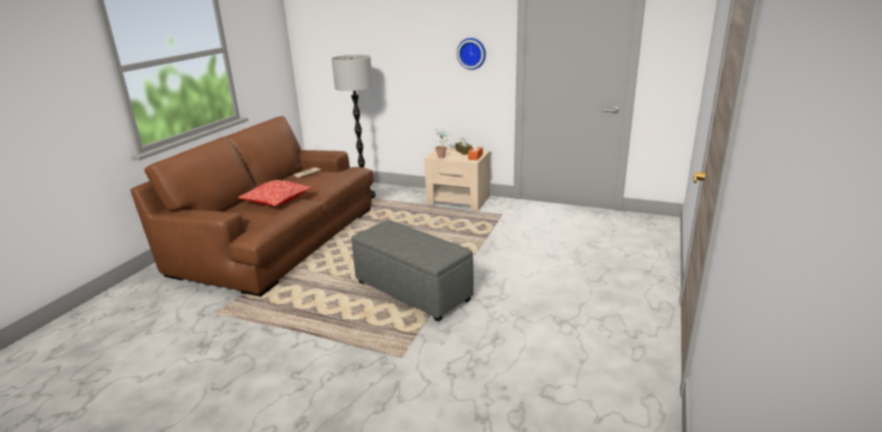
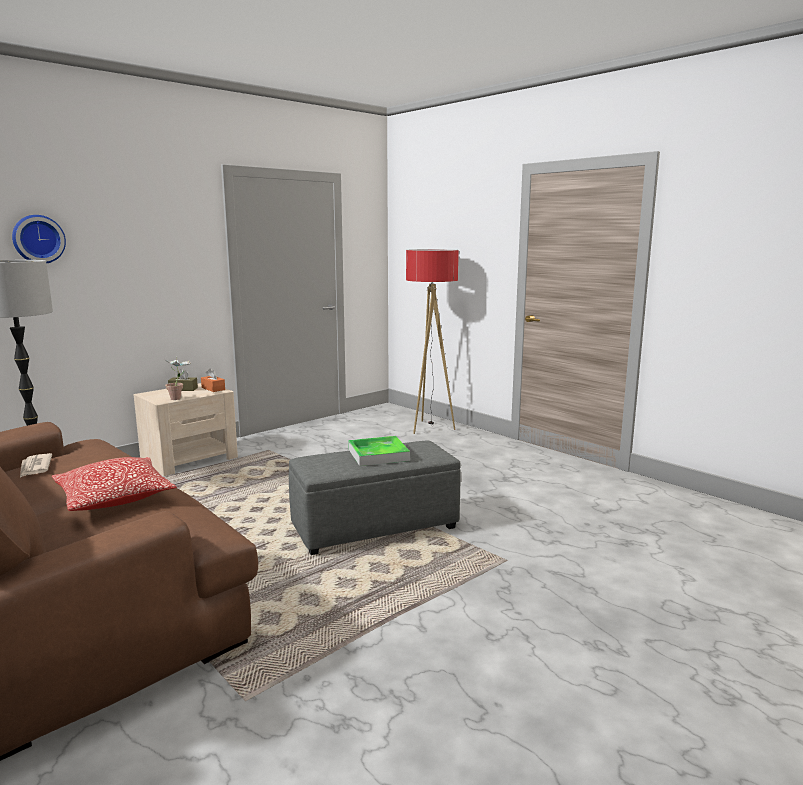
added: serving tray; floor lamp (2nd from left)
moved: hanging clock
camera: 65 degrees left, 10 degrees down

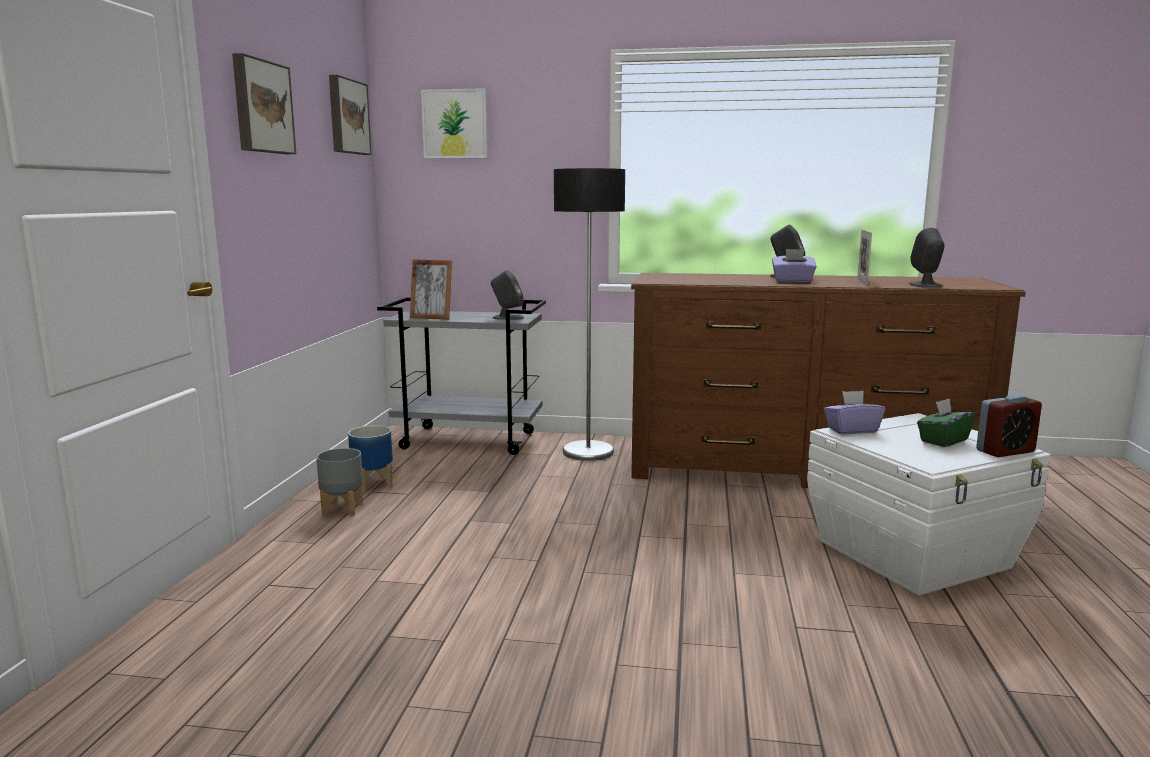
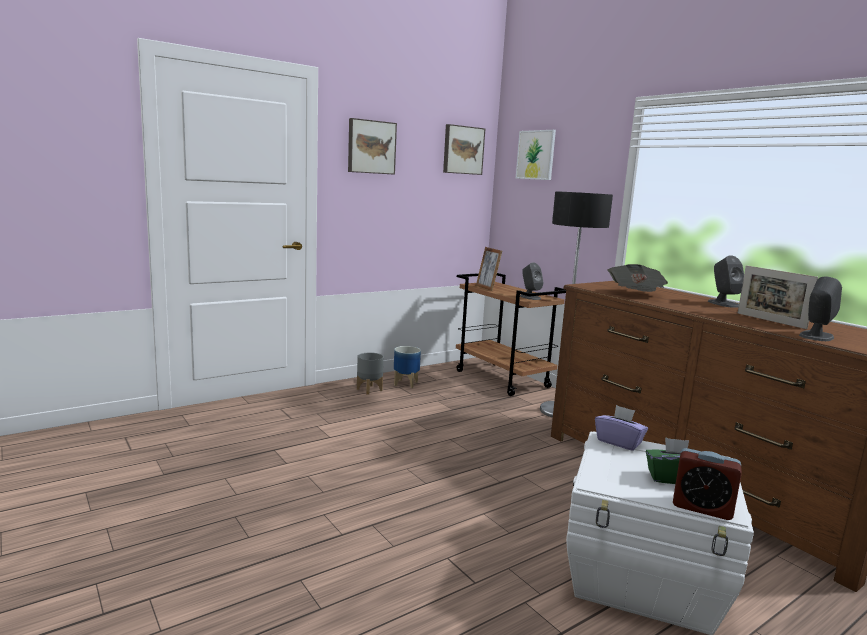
removed: box of tissues (purple-coloured) (1st from left)
added: daily paper
recoloured: trolley (grey) to trolley (brownish)
turned: picture frame (2nd from left) 90 degrees counterclockwise
camera: 45 degrees right, 0 degrees up

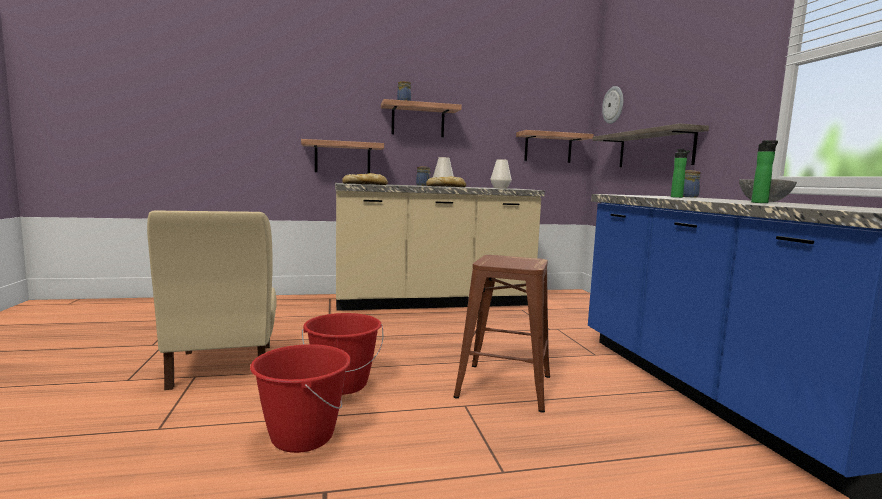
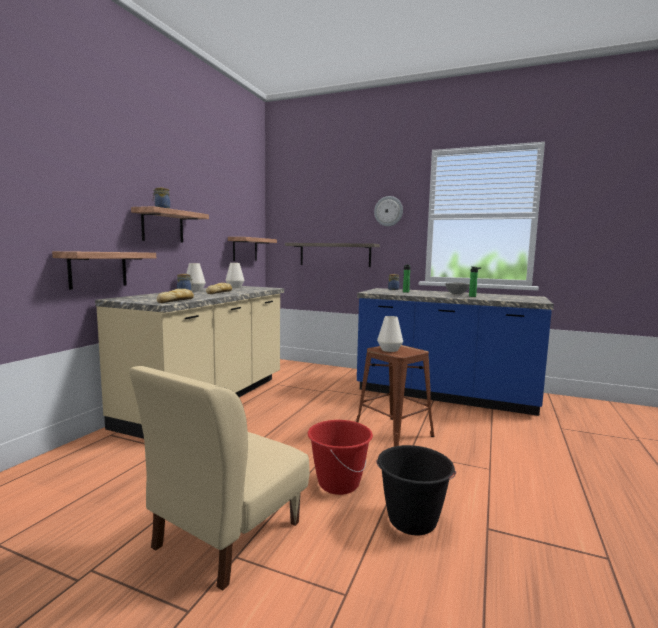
added: flower vase (whitish) (3rd from left)
moved: hanging clock
recoloured: pail (reddish) (1st from left) to pail (blackish)
turned: plain chair (beige) 105 degrees clockwise
camera: 55 degrees left, 0 degrees up

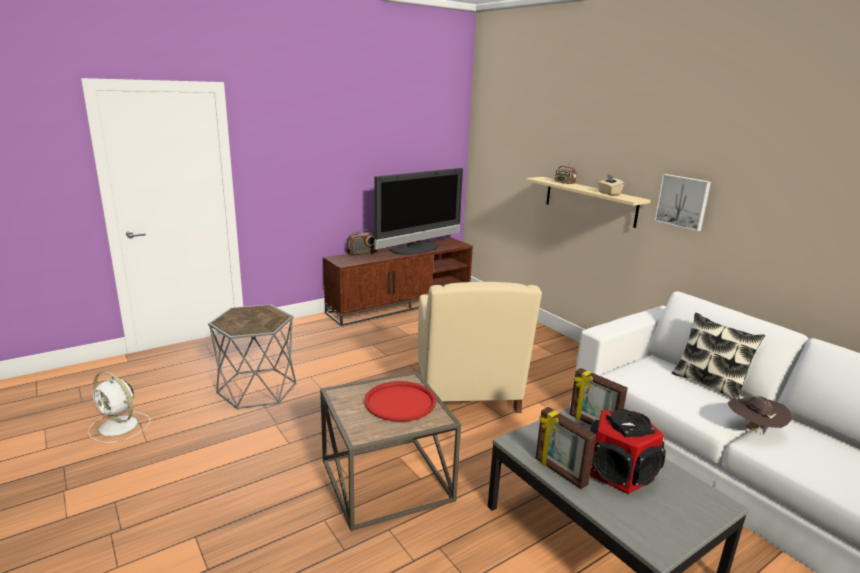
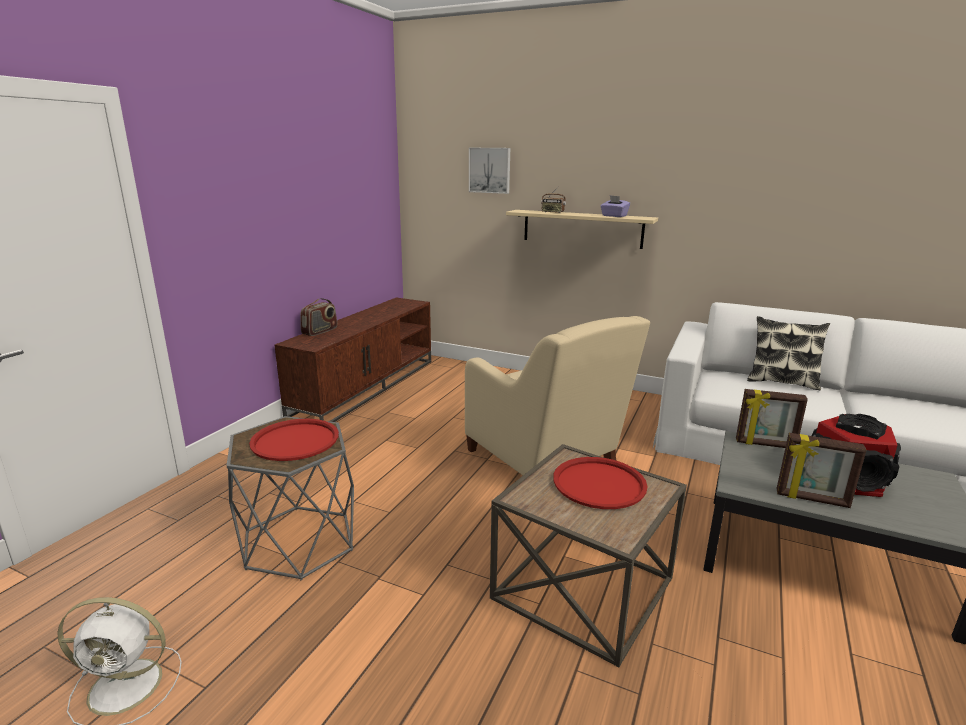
removed: television; clothing hat (brownish)
added: serving tray (reddish) (1st from left)
moved: wall picture
recoloured: box of tissues (beige) to box of tissues (purple-coloured)
camera: 30 degrees left, 0 degrees up

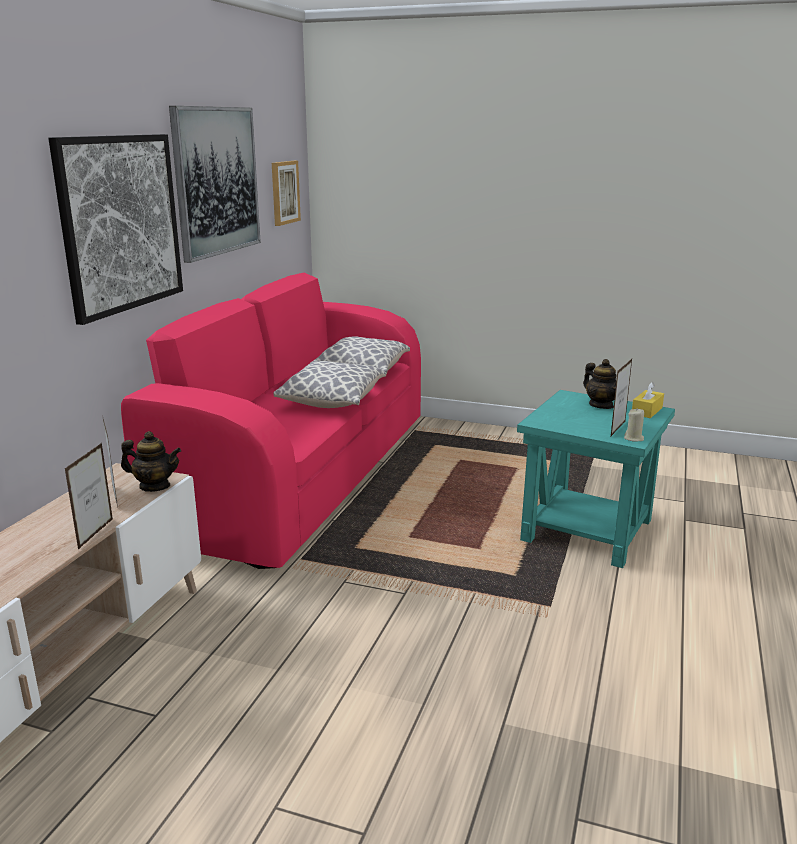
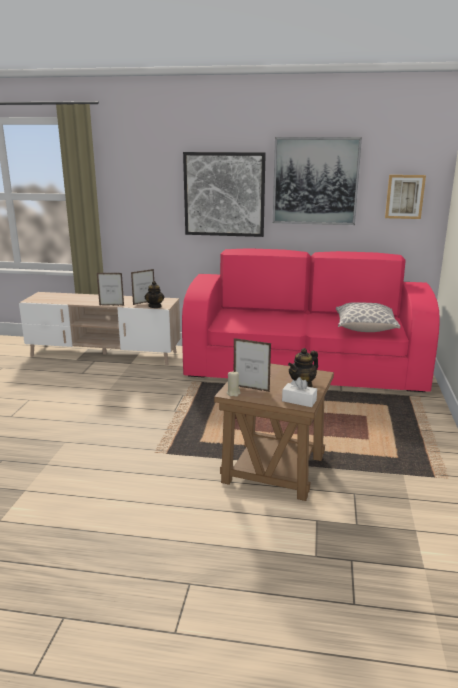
removed: throw pillow (1st from left)
recoloured: accent table (turquoise) to accent table (brownish); box of tissues (yellow-coloured) to box of tissues (whitish)
camera: 80 degrees right, 0 degrees up

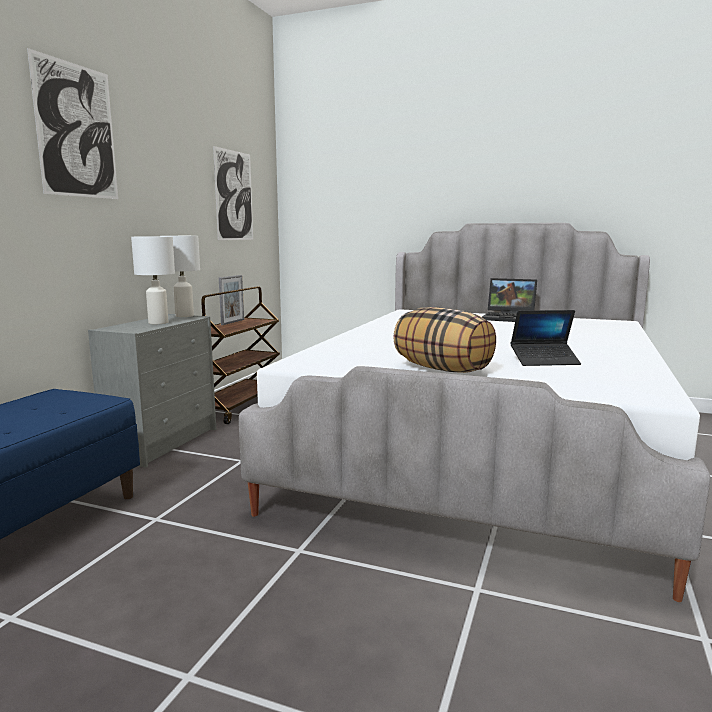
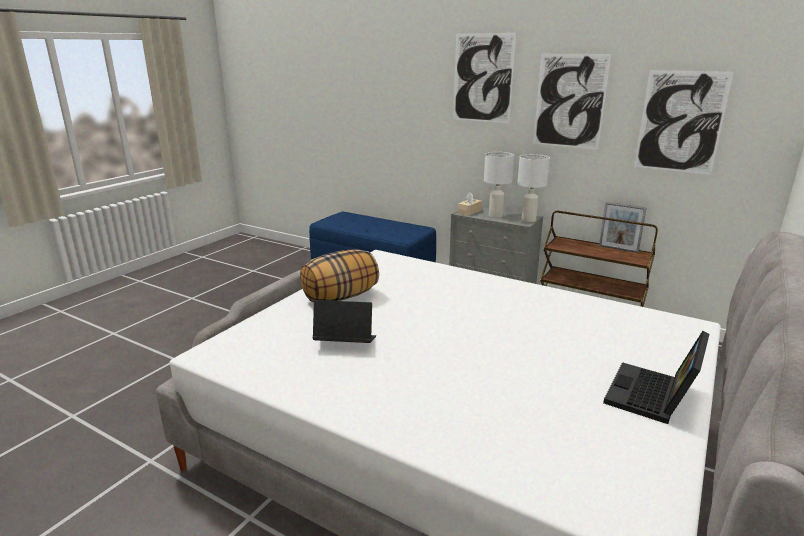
added: box of tissues (beige); wall picture (2nd from left)
turned: notebook computer (2nd from left in the first image) 90 degrees clockwise
camera: 100 degrees right, 10 degrees up

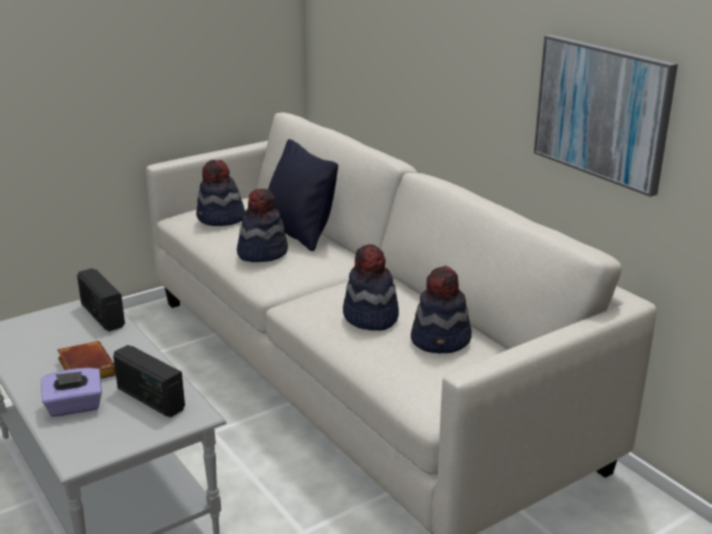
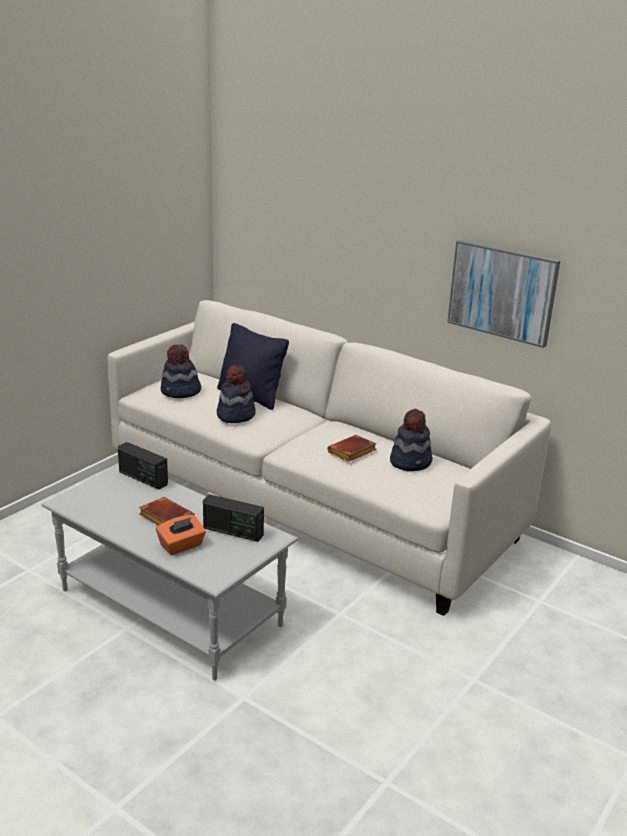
replaced: clothing hat (3rd from left) to book (brownish) (2nd from left)
recoloured: box of tissues (purple-coloured) to box of tissues (orange)
camera: 20 degrees left, 0 degrees up

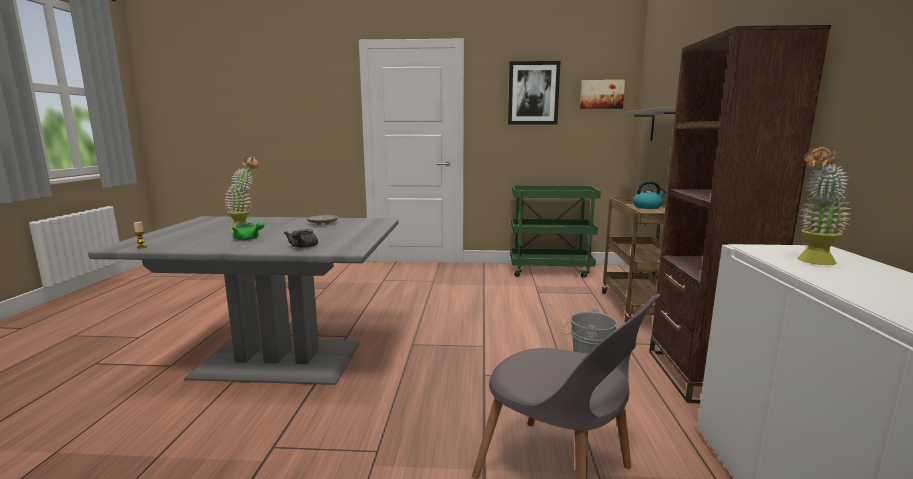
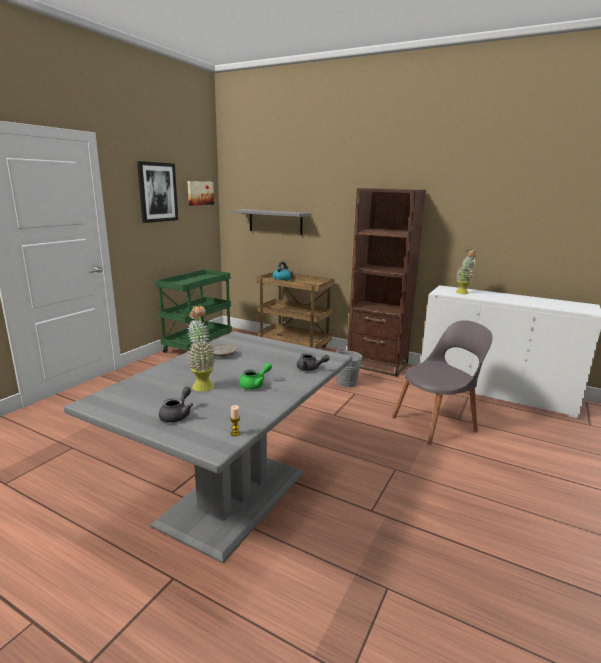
added: tea pot (grey) (1st from left)
camera: 65 degrees left, 5 degrees up

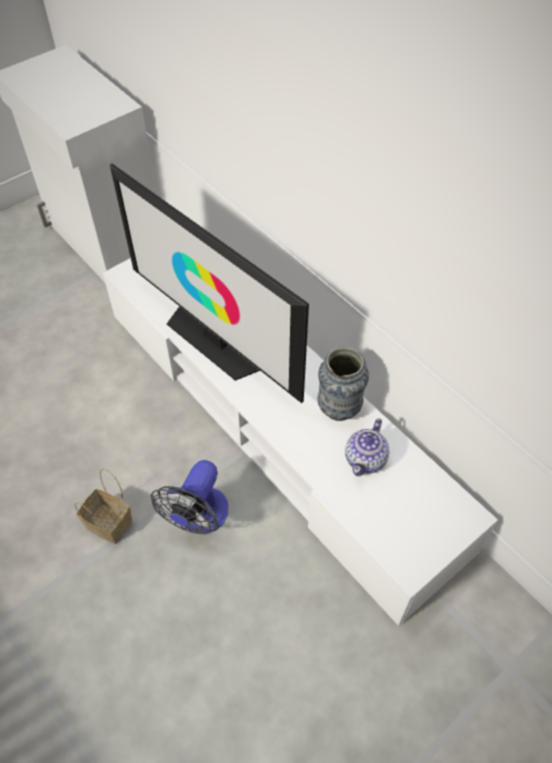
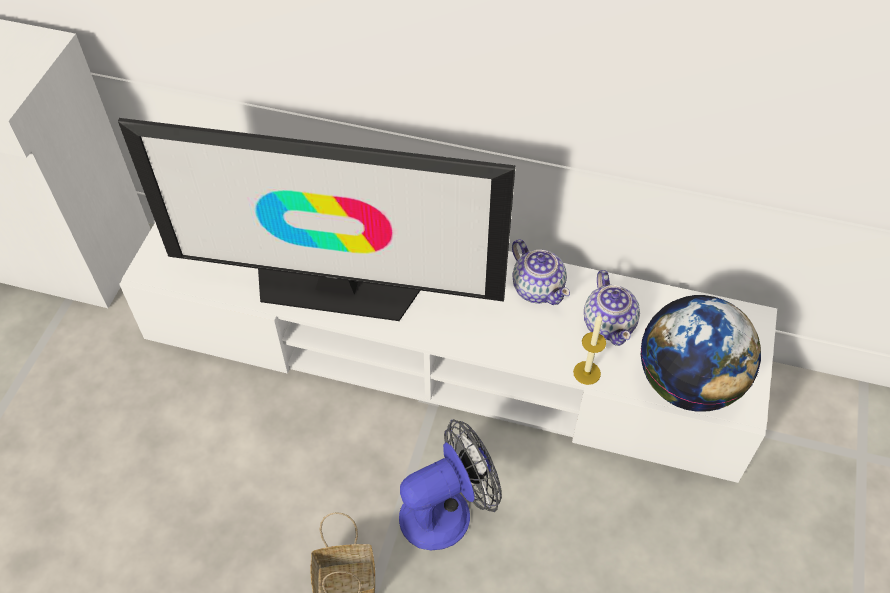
added: candle; world globe
replaced: flower vase to tea pot (1st from left)
turned: cooling fan 105 degrees counterclockwise
camera: 35 degrees left, 0 degrees up

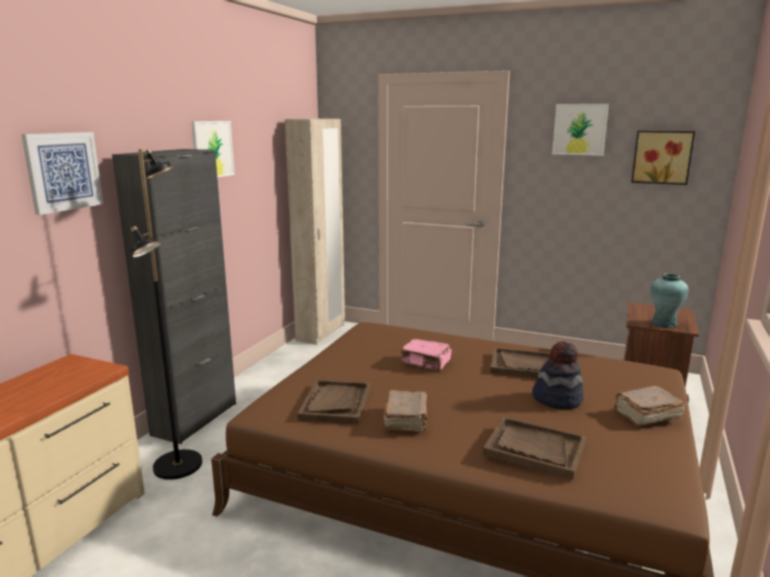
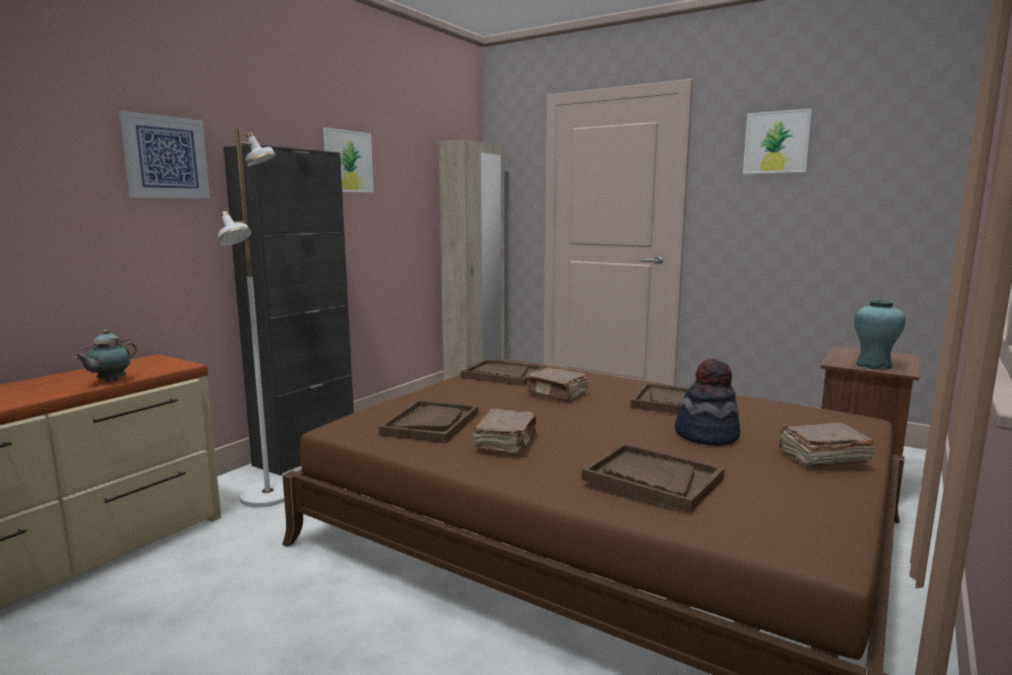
removed: wall picture (4th from left)
added: tea pot; serving tray (brownish) (2nd from left)
recoloured: floor lamp (blackish) to floor lamp (whitish); book (pink) to book (brownish) (2nd from left)
camera: 10 degrees right, 5 degrees down

